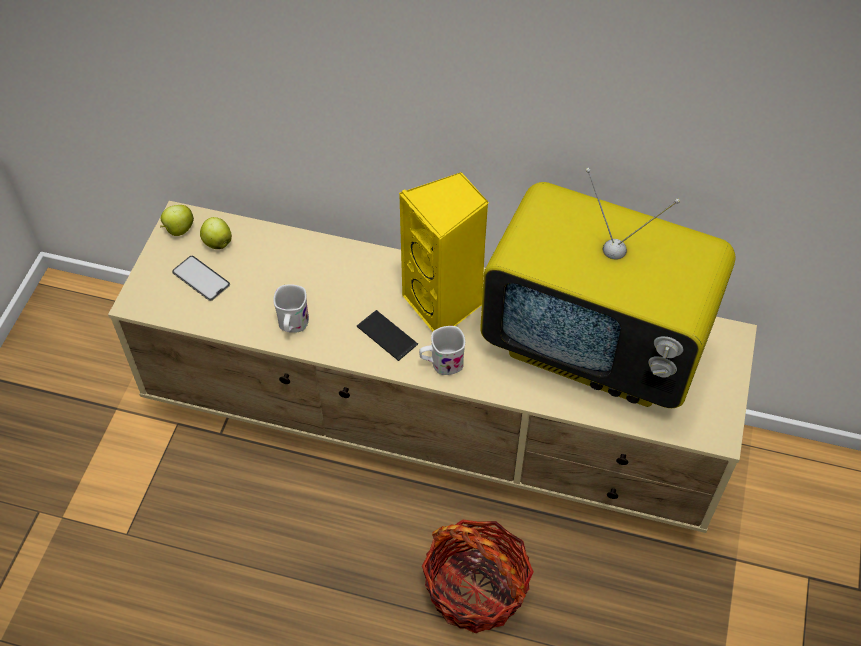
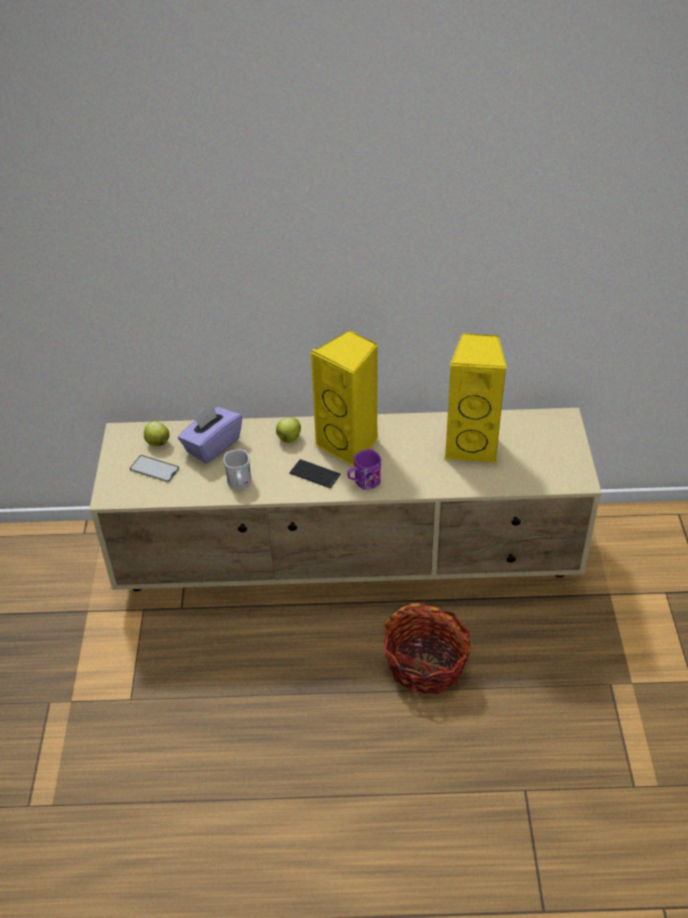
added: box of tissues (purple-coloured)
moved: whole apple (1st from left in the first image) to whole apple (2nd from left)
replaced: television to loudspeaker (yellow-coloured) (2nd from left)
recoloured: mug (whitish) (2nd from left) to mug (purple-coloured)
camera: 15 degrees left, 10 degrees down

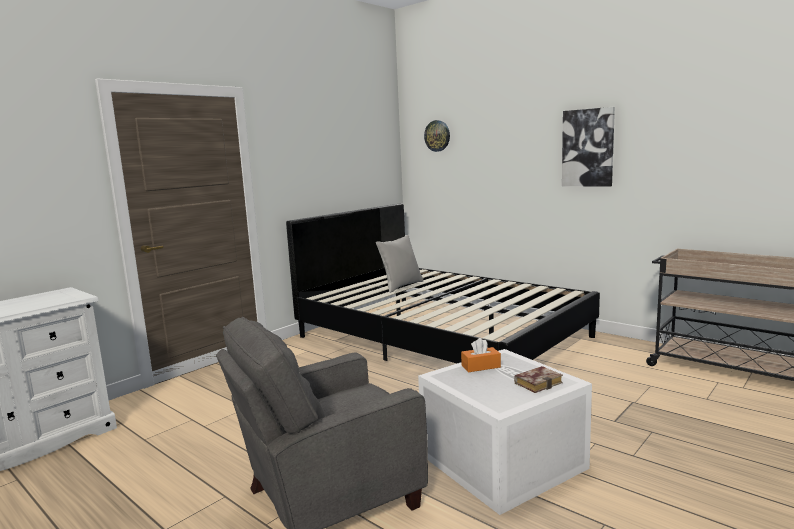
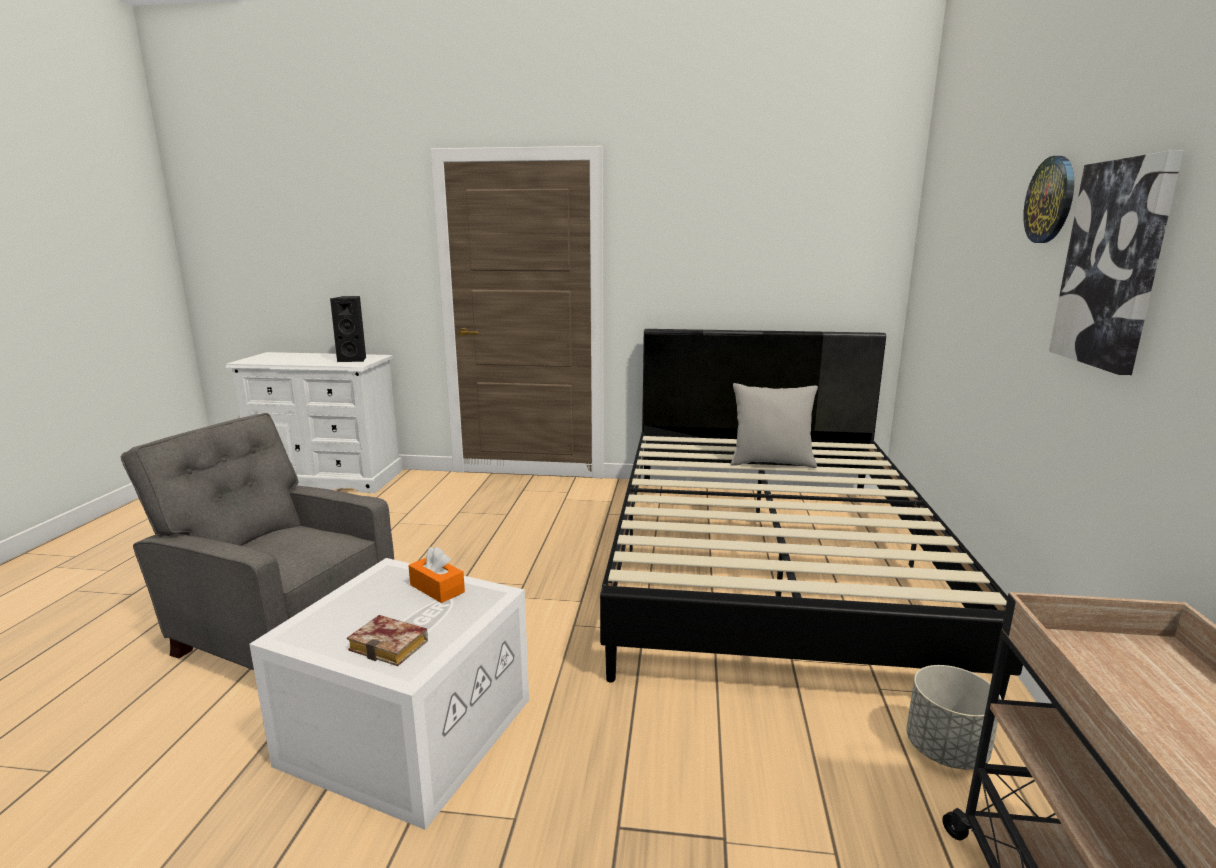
added: loudspeaker (blackish); flower pot (grey)
moved: hanging clock
camera: 55 degrees right, 5 degrees up

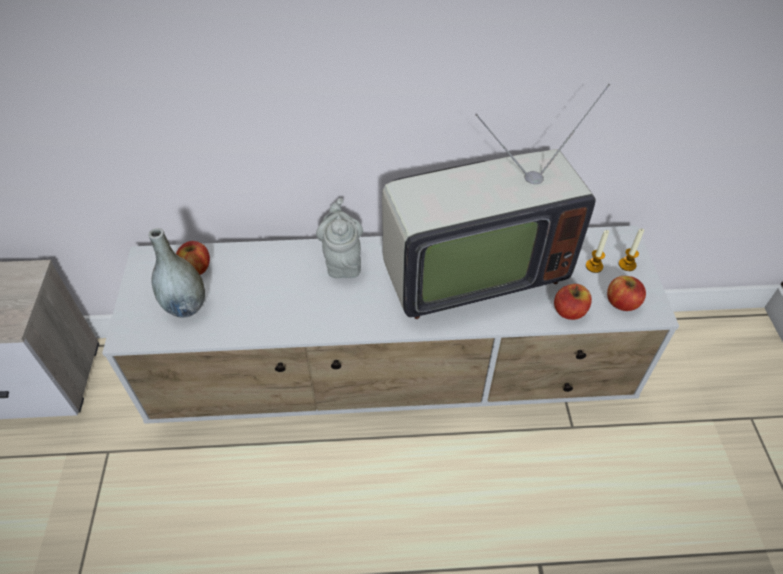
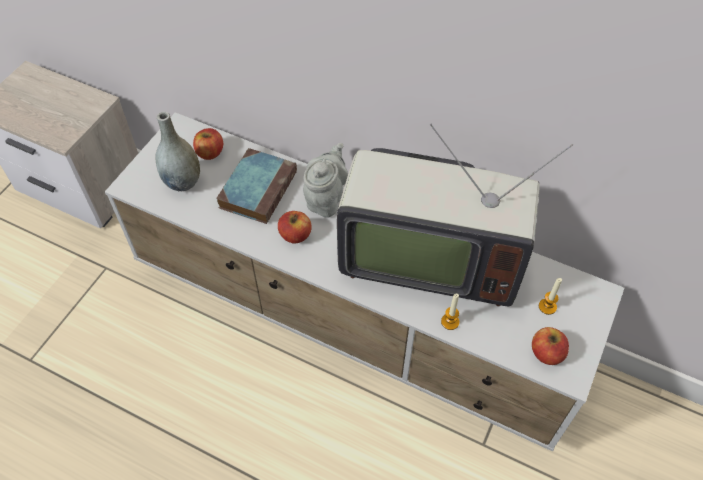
added: book
moved: whole apple (2nd from left); candle (2nd from left in the first image) to candle (1st from left)
camera: 30 degrees right, 5 degrees up

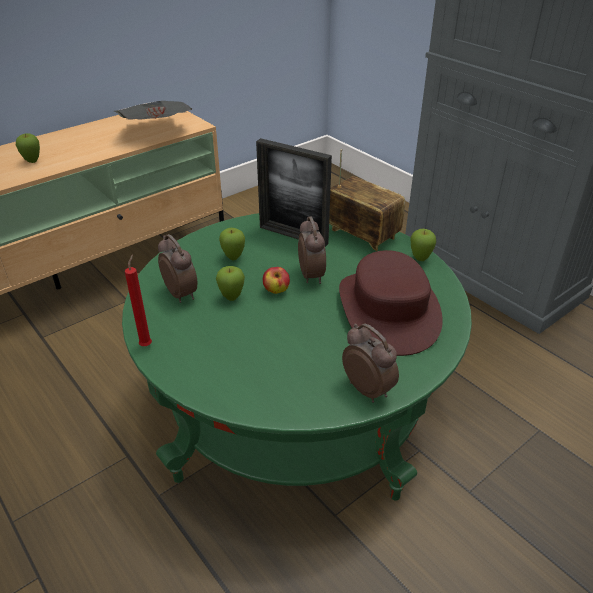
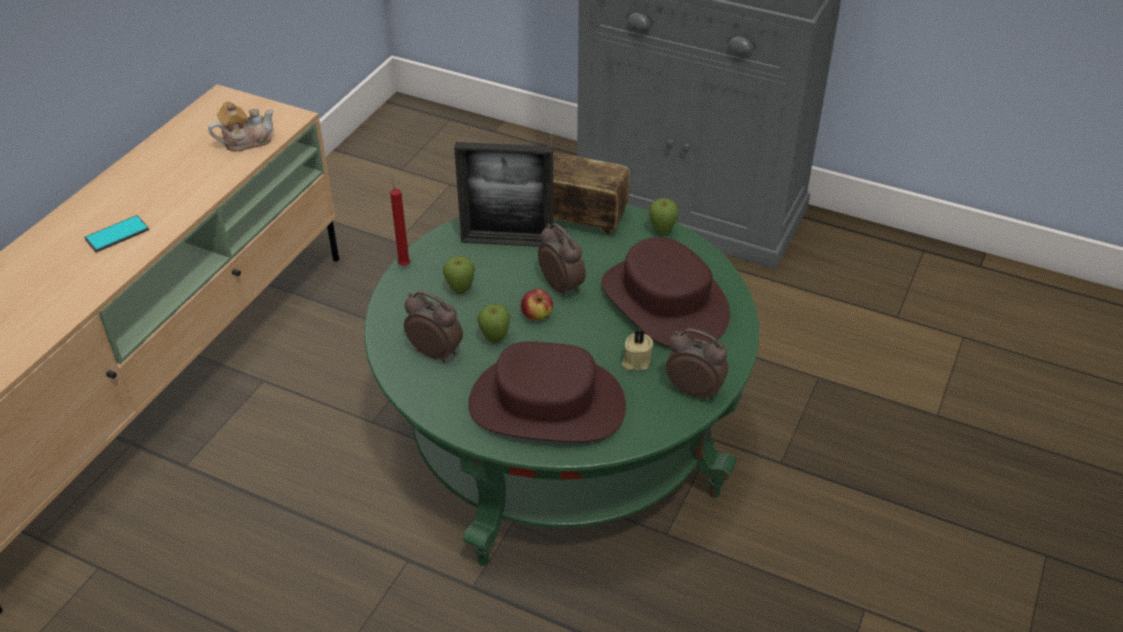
added: clothing hat (brownish) (1st from left); candle (beige)
moved: candle (reddish)
replaced: whole apple (1st from left) to telephone; daily paper to tea pot
camera: 25 degrees left, 5 degrees up

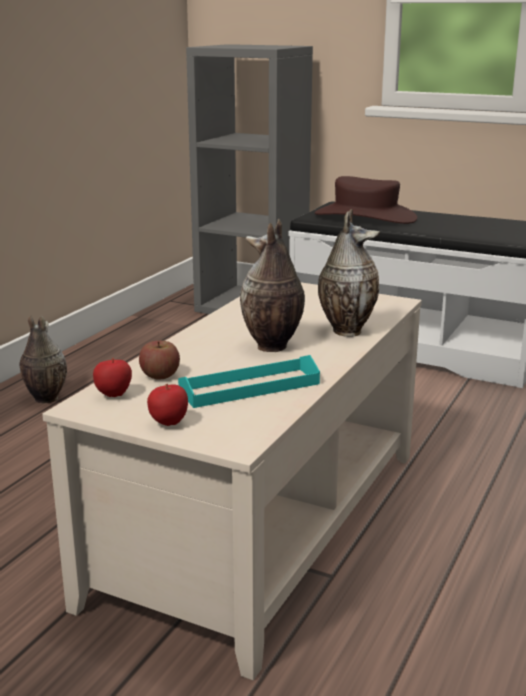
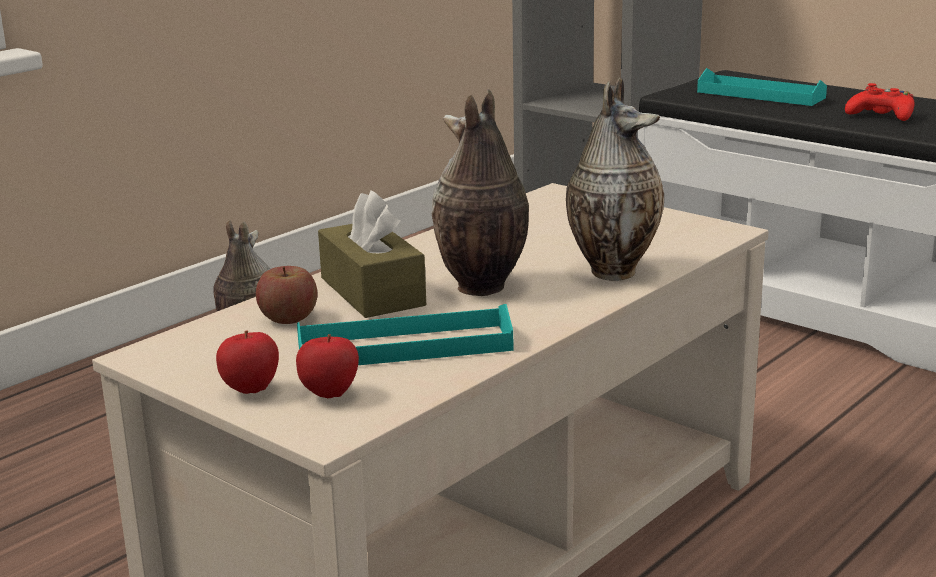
added: box of tissues (brownish); gamepad (reddish)
moved: whole apple (1st from left in the first image) to whole apple (3rd from left)
replaced: clothing hat (brownish) to serving tray (turquoise) (2nd from left)
camera: 15 degrees right, 0 degrees up

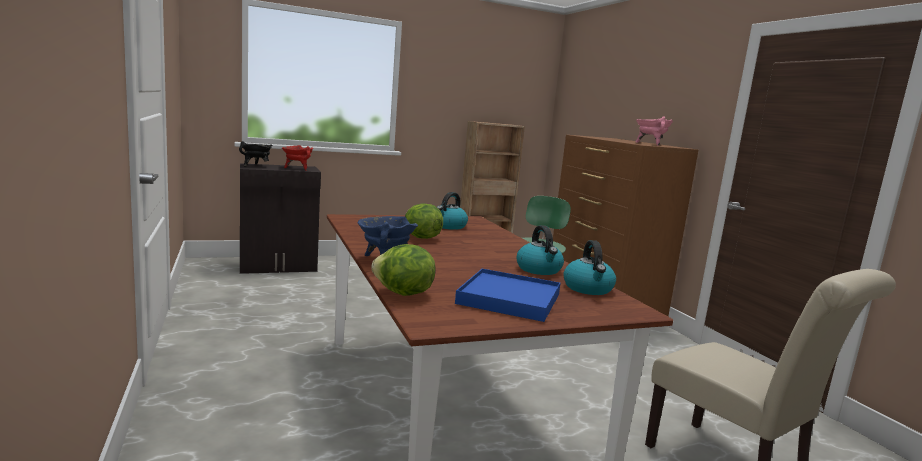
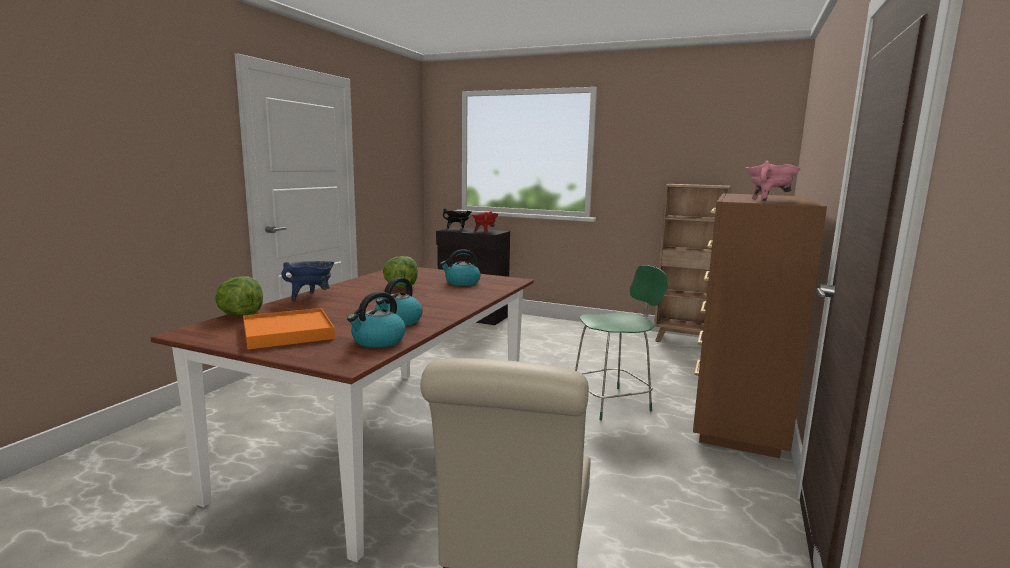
recoloured: serving tray (bluish) to serving tray (orange)
camera: 45 degrees right, 0 degrees up

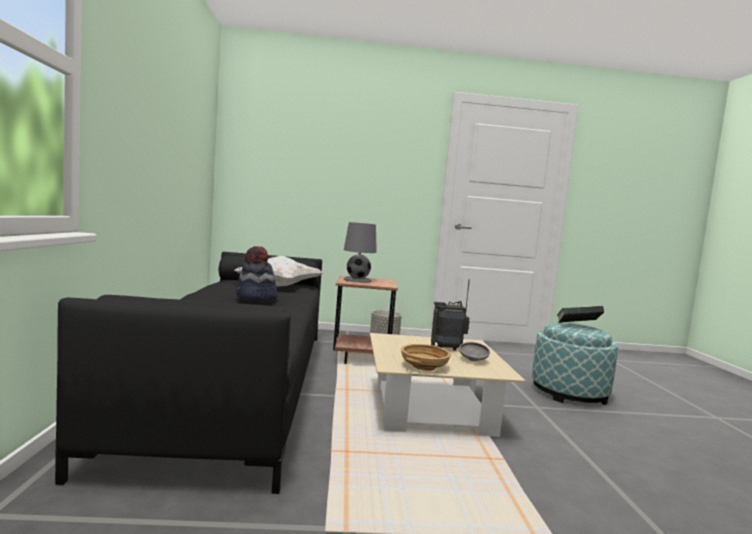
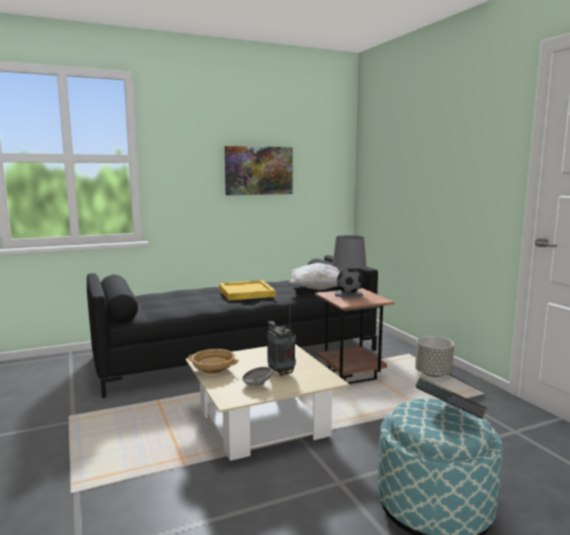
added: wall picture
replaced: clothing hat to serving tray (yellow-coloured)
camera: 70 degrees right, 5 degrees up

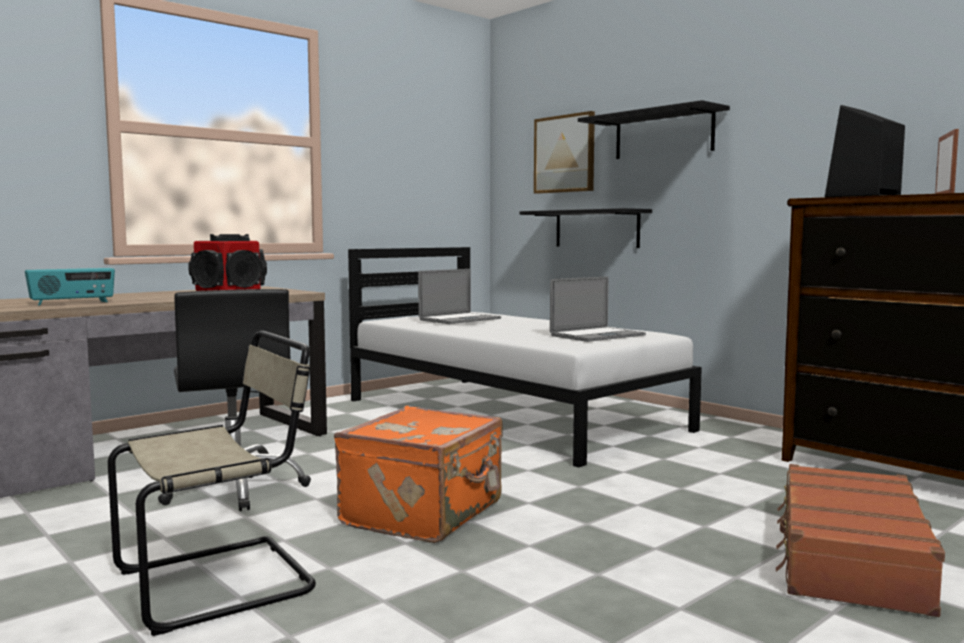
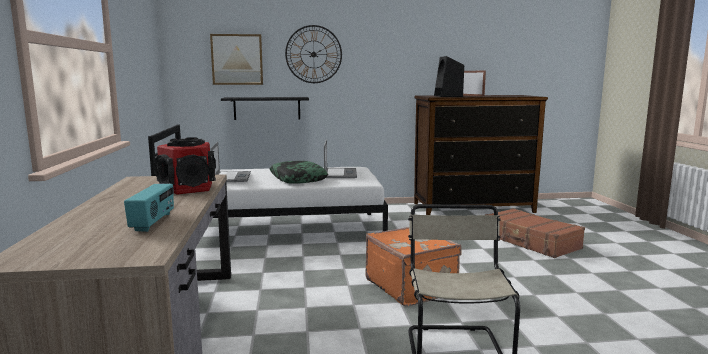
removed: computer chair (blackish)
added: throw pillow
replaced: wall shelf (blackish) (2nd from left) to hanging clock
camera: 55 degrees left, 5 degrees up

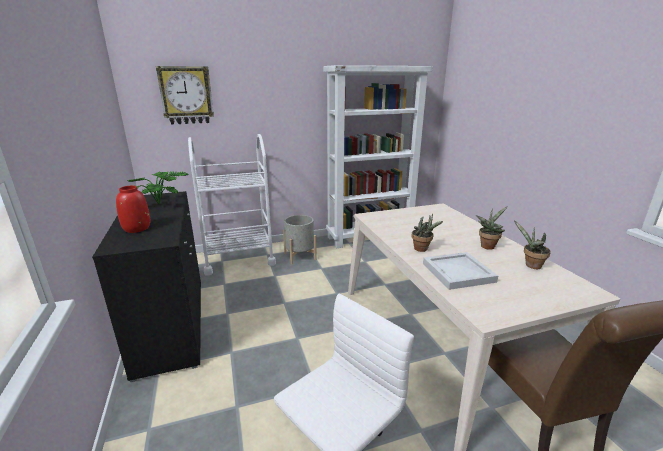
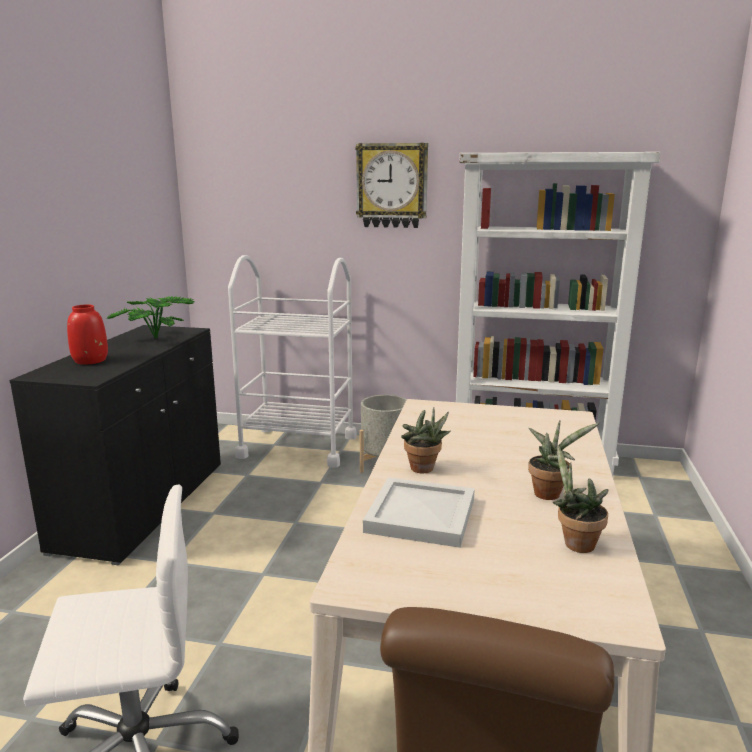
moved: hanging clock
camera: 30 degrees right, 5 degrees down

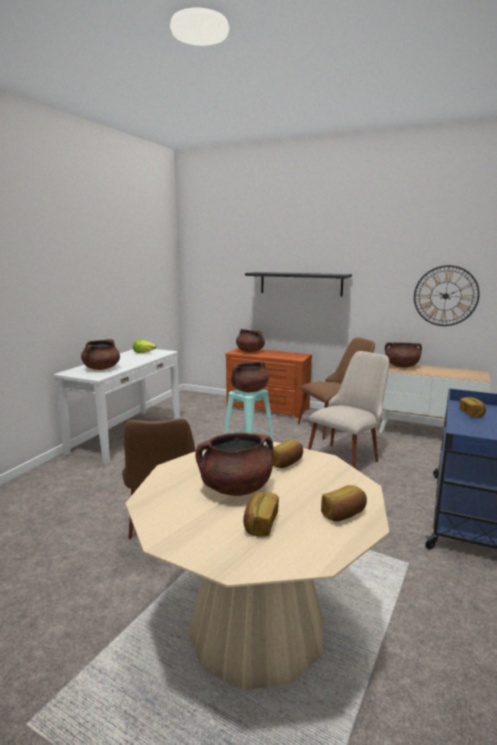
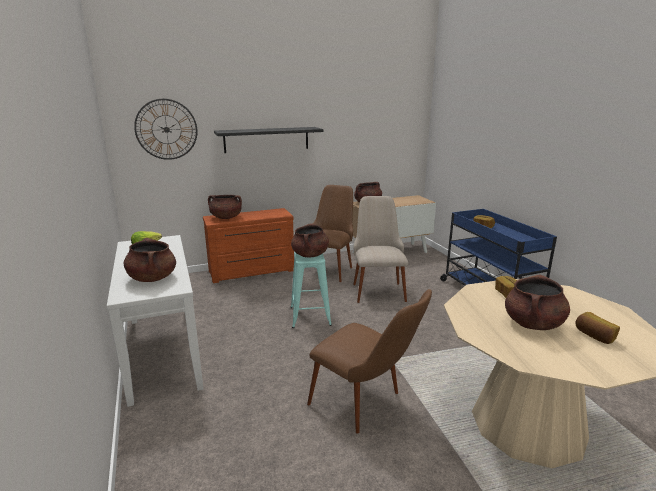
removed: bread (3rd from left)
moved: hanging clock
camera: 45 degrees left, 5 degrees up

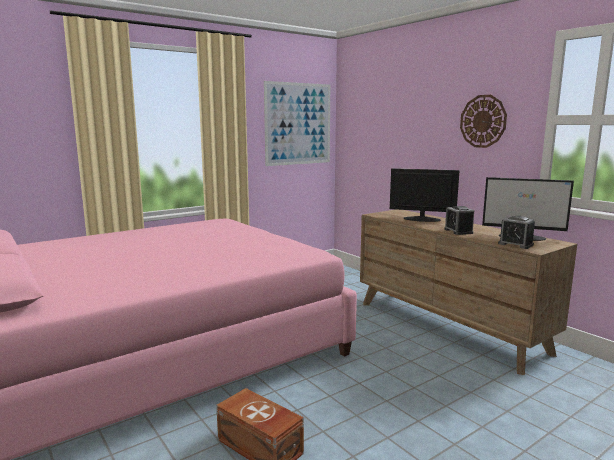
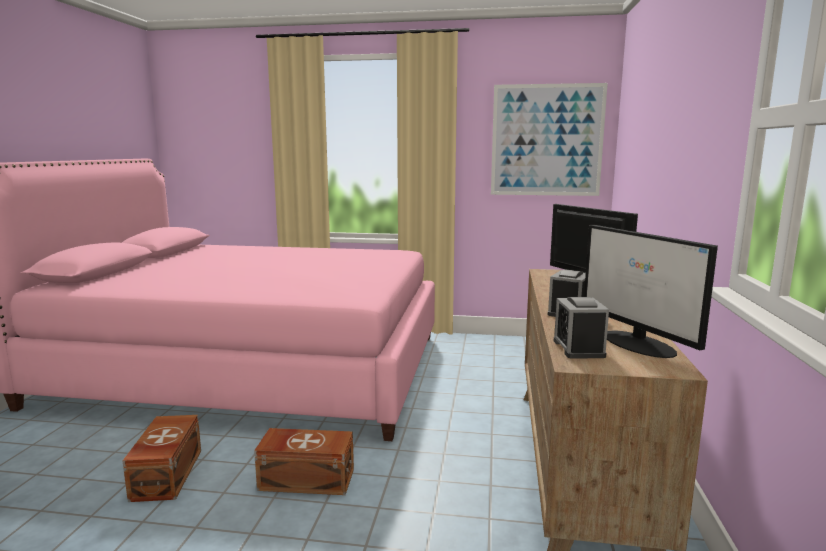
removed: hanging clock
added: storage bin (brownish) (2nd from left)
camera: 45 degrees right, 0 degrees up

